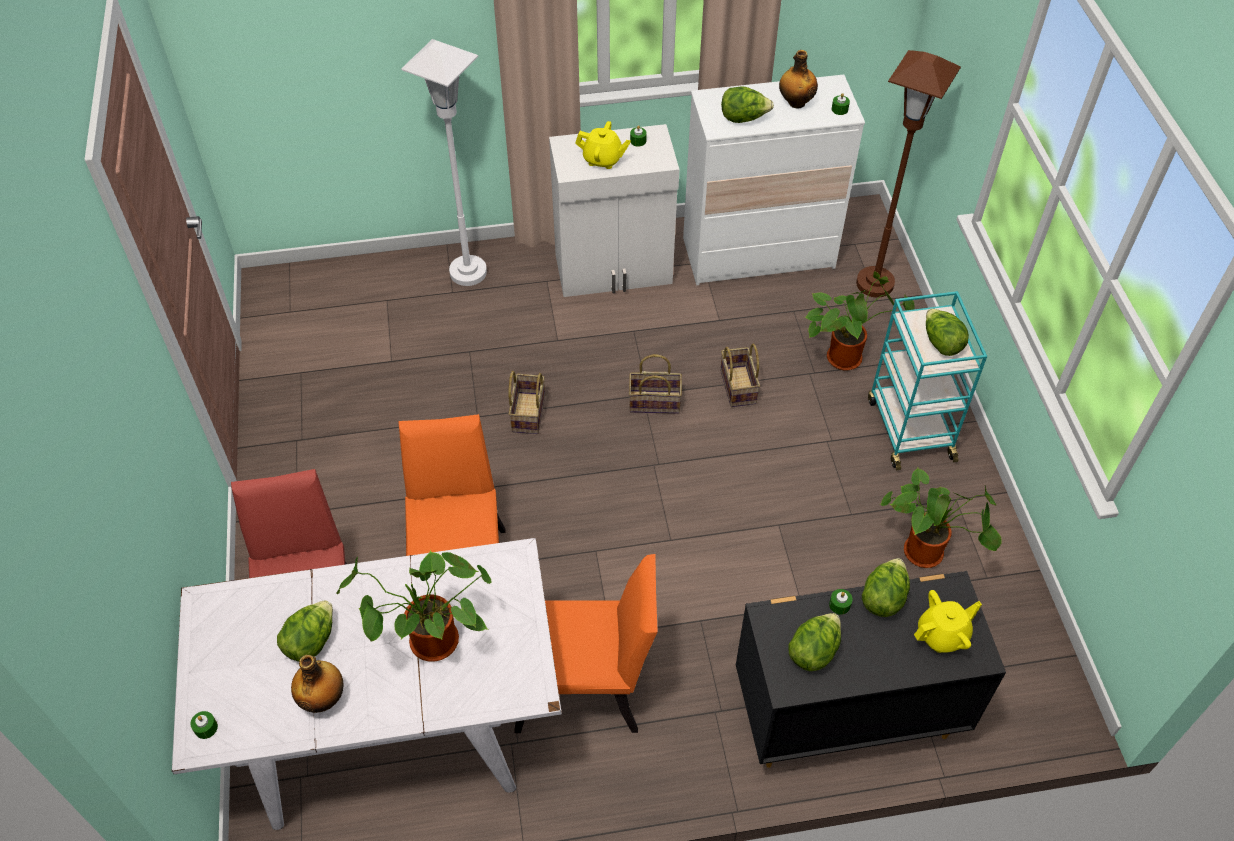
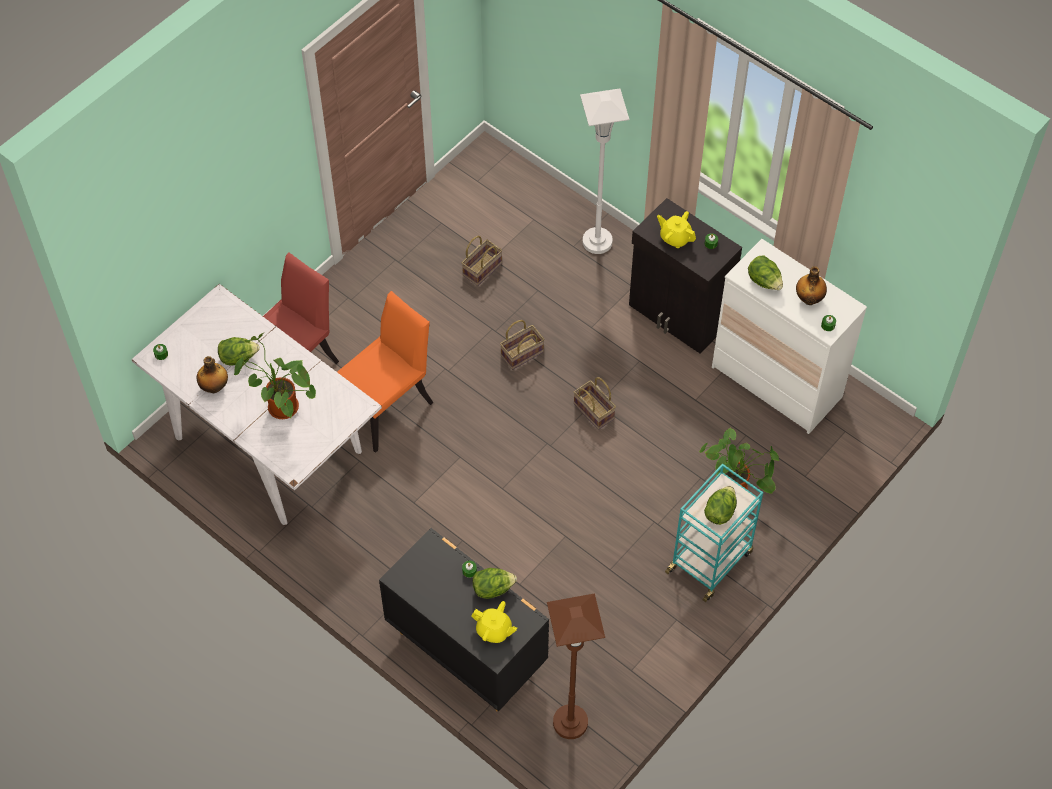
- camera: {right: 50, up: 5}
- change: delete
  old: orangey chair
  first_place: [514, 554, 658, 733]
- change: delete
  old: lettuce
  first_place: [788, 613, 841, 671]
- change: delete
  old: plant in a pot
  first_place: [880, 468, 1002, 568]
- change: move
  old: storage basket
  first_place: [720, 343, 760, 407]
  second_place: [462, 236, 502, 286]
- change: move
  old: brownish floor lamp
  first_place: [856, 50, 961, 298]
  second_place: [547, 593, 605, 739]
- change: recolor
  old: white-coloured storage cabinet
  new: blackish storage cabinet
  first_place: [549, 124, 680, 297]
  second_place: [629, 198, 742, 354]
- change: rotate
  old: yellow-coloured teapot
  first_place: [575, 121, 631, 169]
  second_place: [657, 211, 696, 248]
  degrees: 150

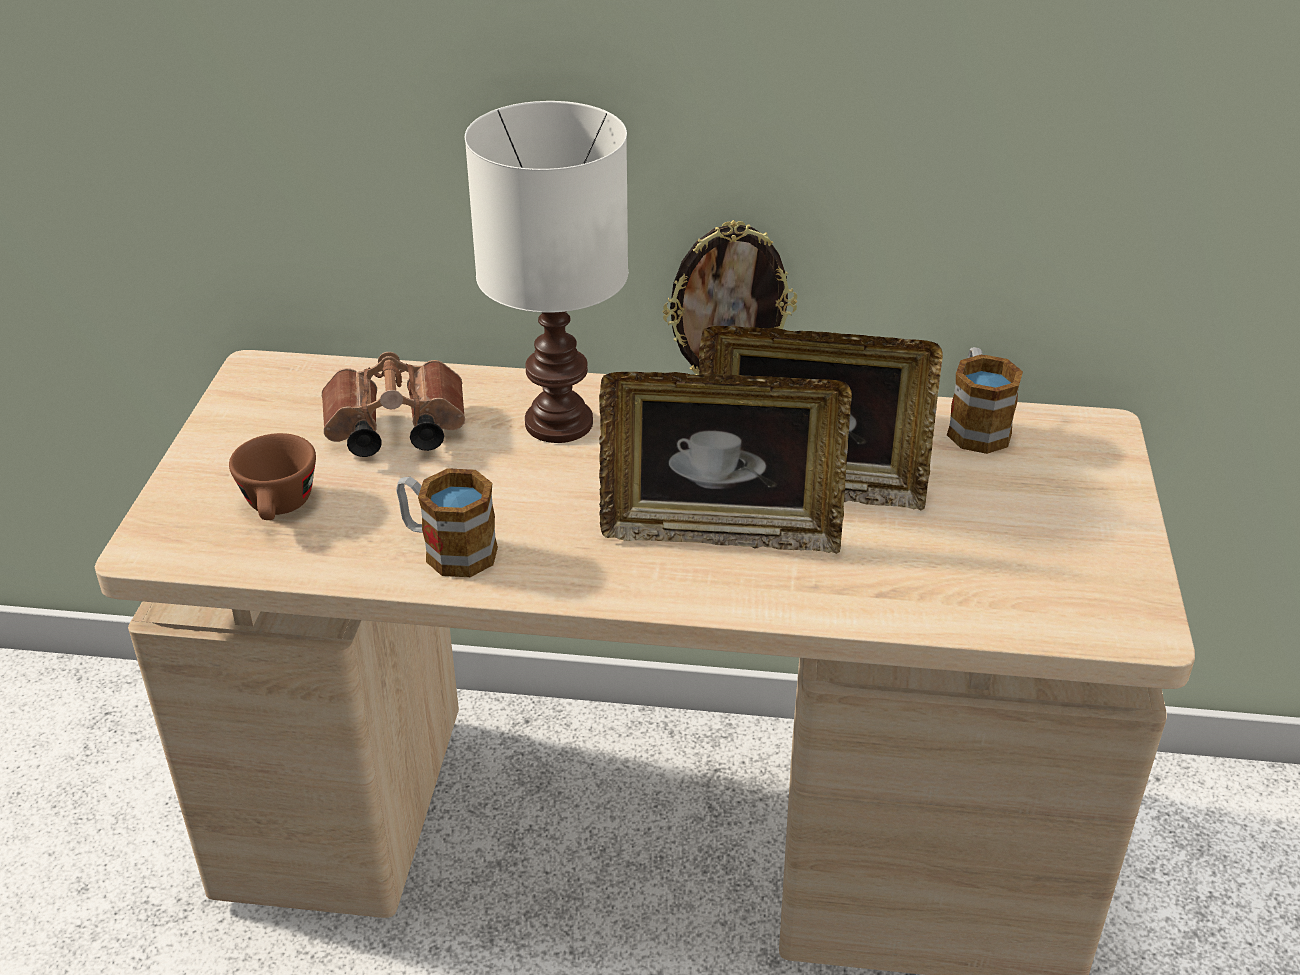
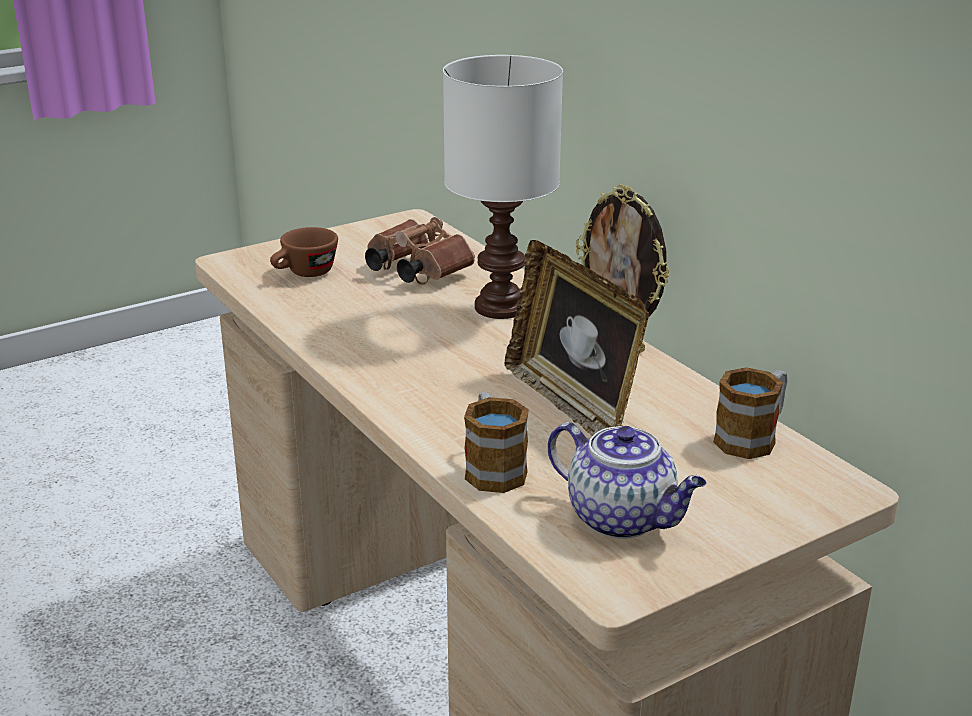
- camera: {right: 50, up: -10}
- change: delete
  old: picture frame
  first_place: [599, 372, 852, 554]
- change: insert
  new: teapot
  second_place: [548, 422, 706, 539]
- change: move
  old: coffee mug
  first_place: [396, 468, 498, 577]
  second_place: [464, 392, 529, 493]

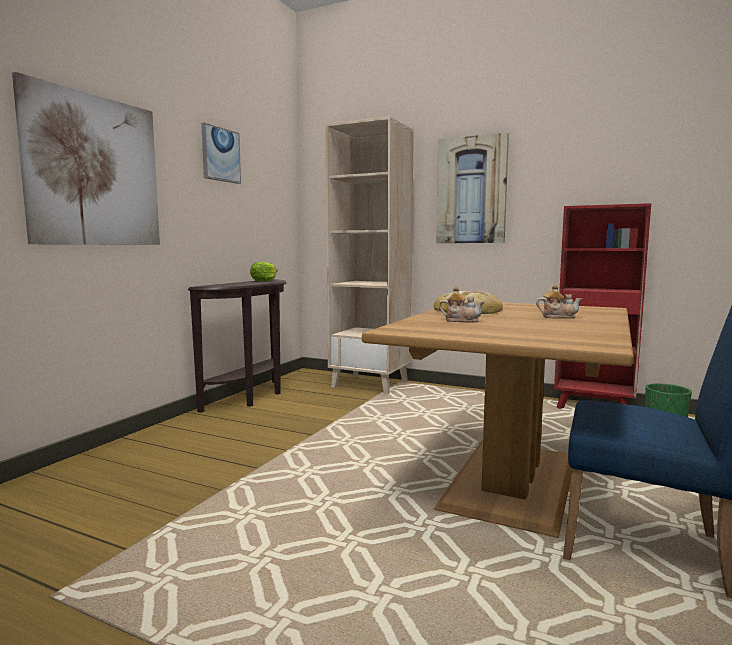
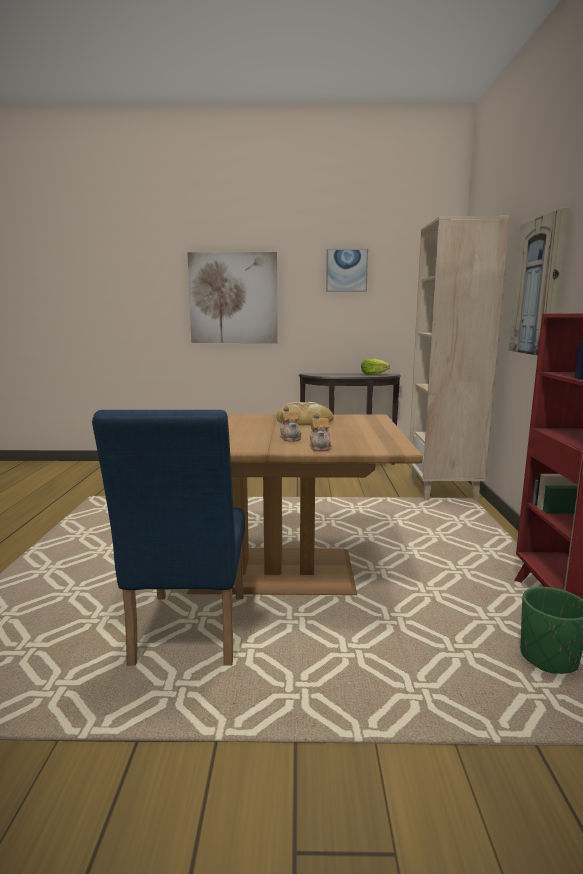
- camera: {right: 65, up: 5}
- change: move
  old: teapot
  first_place: [439, 286, 484, 323]
  second_place: [310, 413, 332, 451]

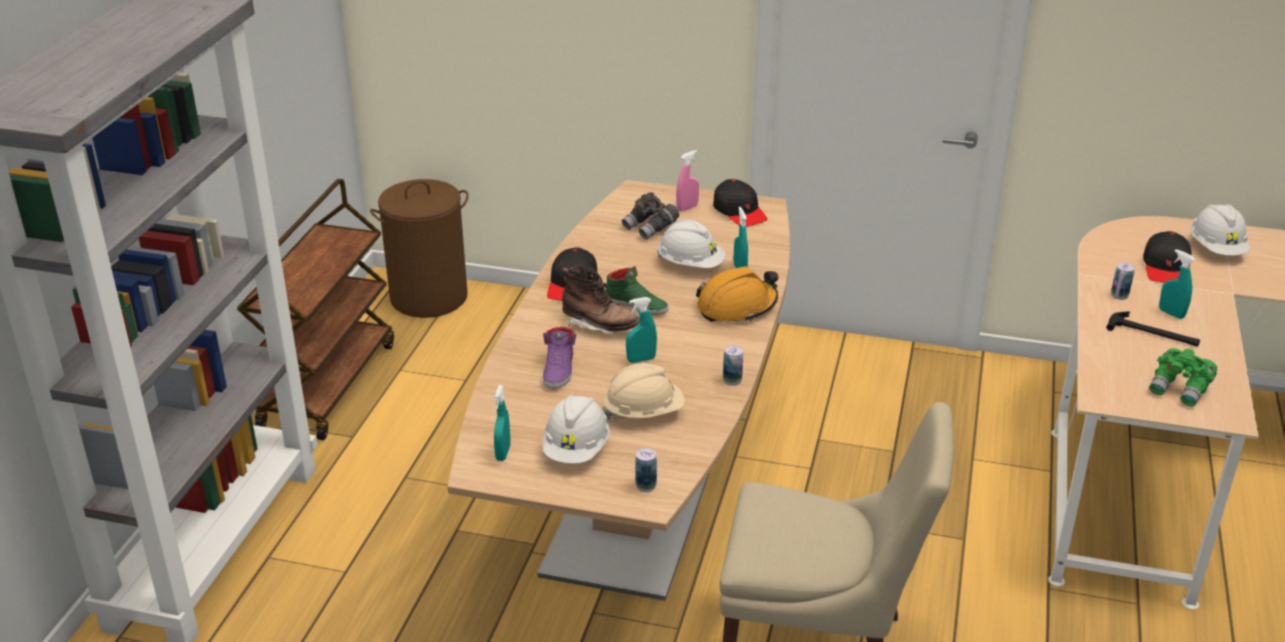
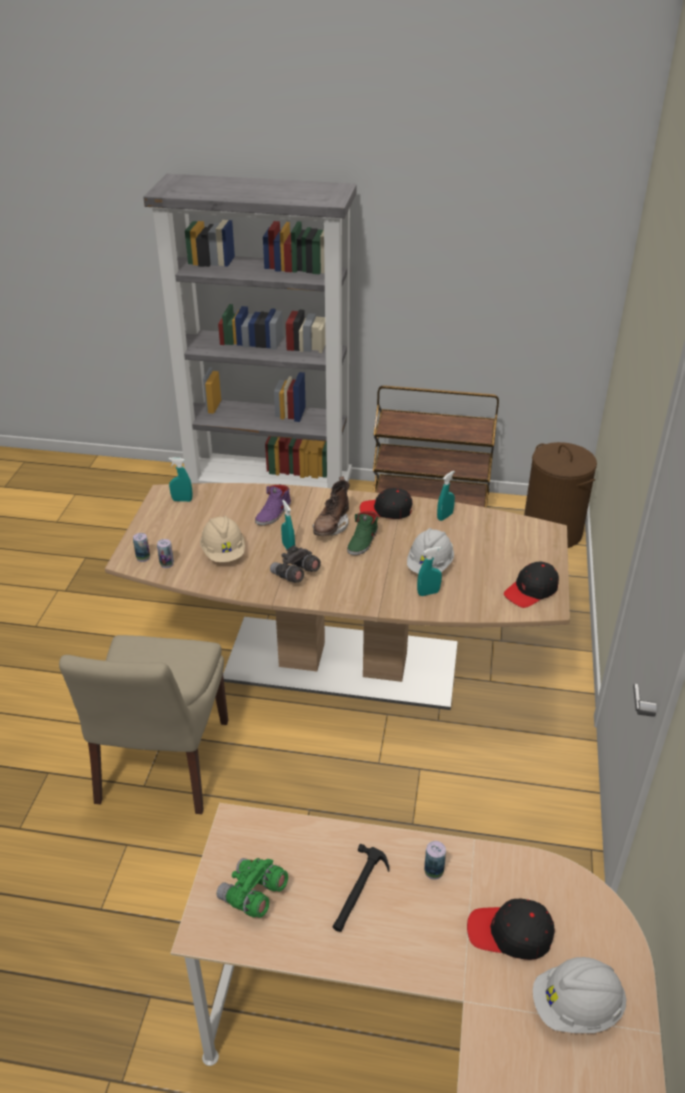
- camera: {right: 85, up: 5}
- change: delete
  old: white-coloured hard hat
  first_place: [543, 395, 610, 464]
- change: delete
  old: pink-coloured sprayer
  first_place: [676, 150, 699, 211]
- change: delete
  old: orangey hard hat
  first_place: [696, 266, 778, 322]
- change: move
  old: gray field glasses
  first_place: [622, 192, 679, 240]
  second_place: [270, 545, 321, 583]
- change: move
  old: sealed can
  first_place: [723, 345, 743, 386]
  second_place: [157, 539, 174, 568]
- change: move
  old: turquoise-coloured sprayer
  first_place: [1159, 249, 1195, 319]
  second_place: [437, 471, 455, 521]
- change: rotate
  old: purple low shoe
  first_place: [543, 327, 576, 389]
  second_place: [255, 485, 291, 526]
  degrees: -60

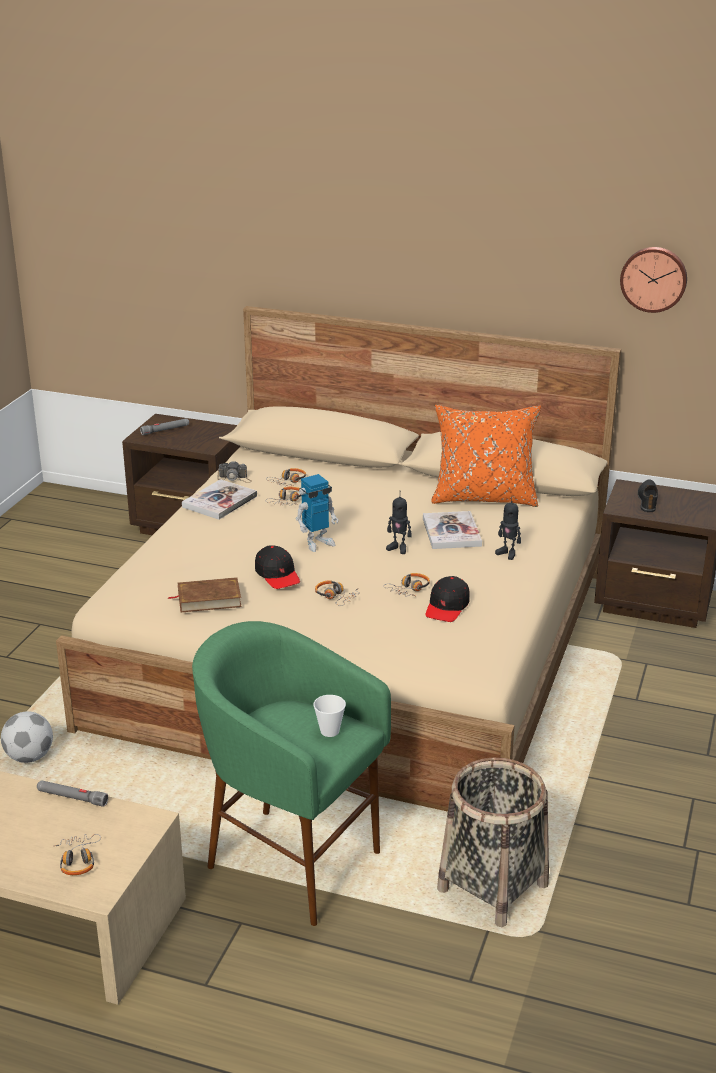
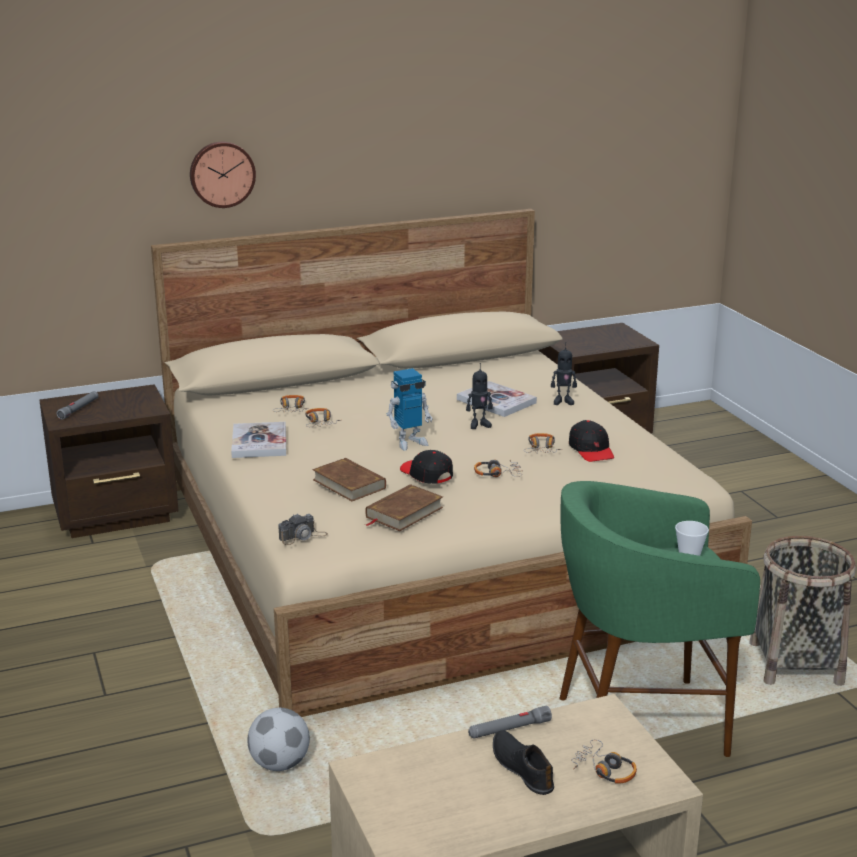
- camera: {right: -40, up: -5}
- change: delete
  old: orangey pillow
  first_place: [431, 405, 541, 507]
- change: insert
  new: brownish book
  second_place: [312, 458, 386, 501]
- change: move
  old: still camera
  first_place: [217, 461, 251, 483]
  second_place: [278, 514, 328, 545]
- change: move
  old: hanging clock
  first_place: [620, 247, 687, 313]
  second_place: [190, 142, 256, 208]
- change: move
  old: blackish low shoe
  first_place: [638, 479, 658, 512]
  second_place: [493, 730, 554, 795]
- change: rotate
  old: blackish cap
  first_place: [255, 545, 300, 589]
  second_place: [400, 450, 453, 484]
  degrees: -150
- change: rotate
  old: toy robot
  first_place: [296, 474, 339, 552]
  second_place: [387, 368, 433, 451]
  degrees: 45

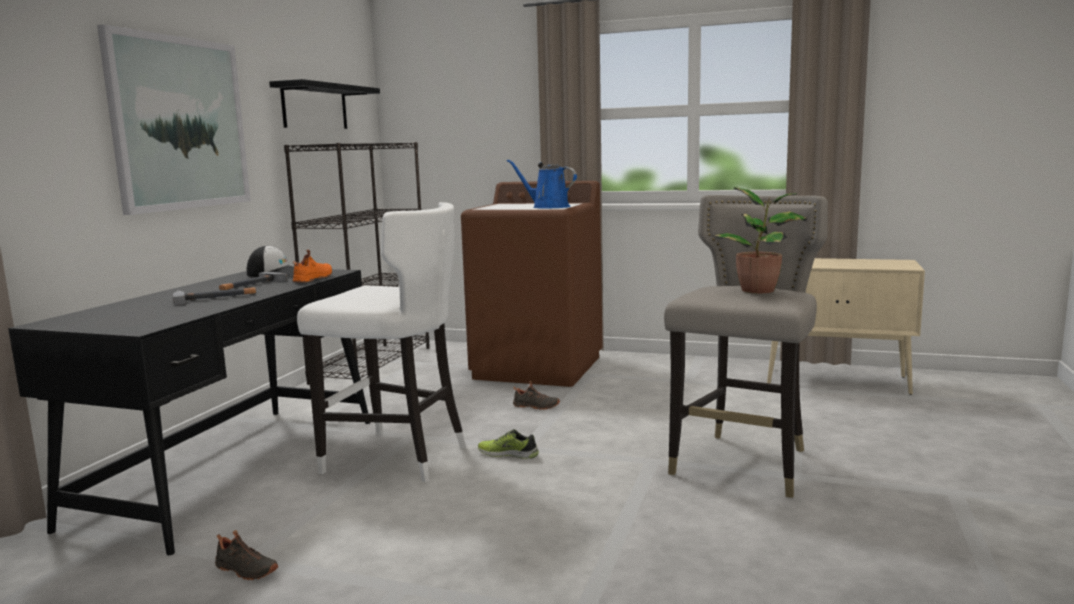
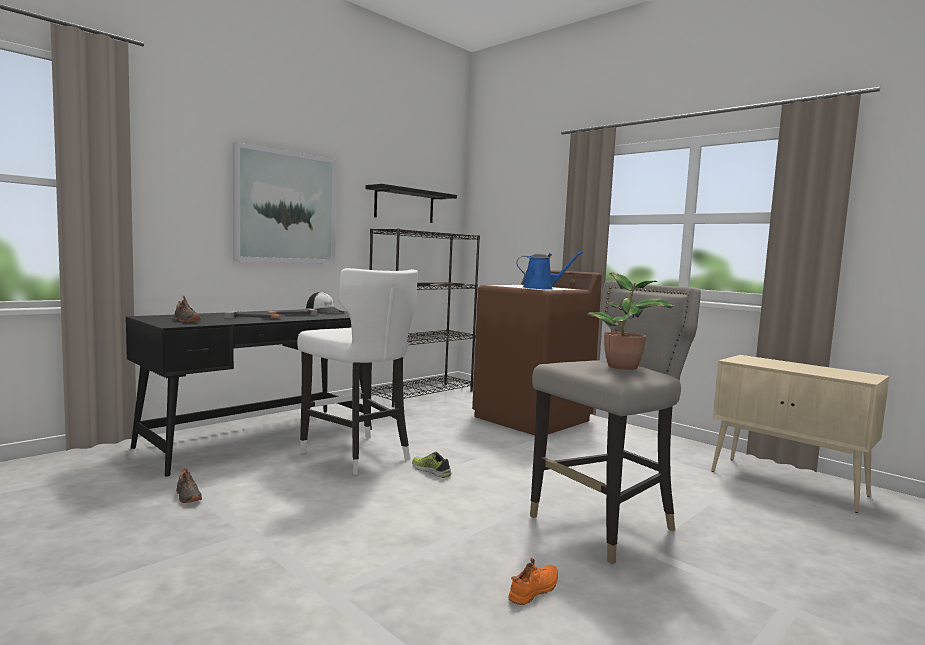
- camera: {right: 25, up: -5}
- change: move
  old: orangey low shoe
  first_place: [293, 249, 332, 282]
  second_place: [508, 558, 558, 605]
- change: move
  old: blackish low shoe
  first_place: [513, 381, 560, 410]
  second_place: [174, 295, 201, 322]
- change: rotate
  old: bluish watering pot
  first_place: [507, 159, 577, 209]
  second_place: [516, 251, 583, 290]
  degrees: 120

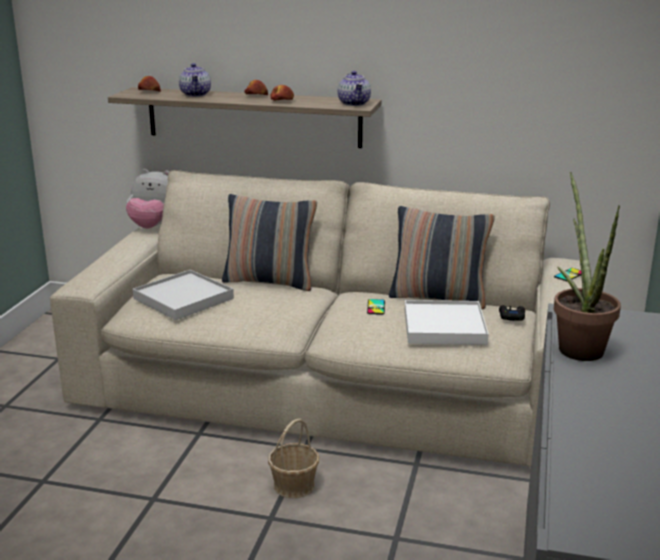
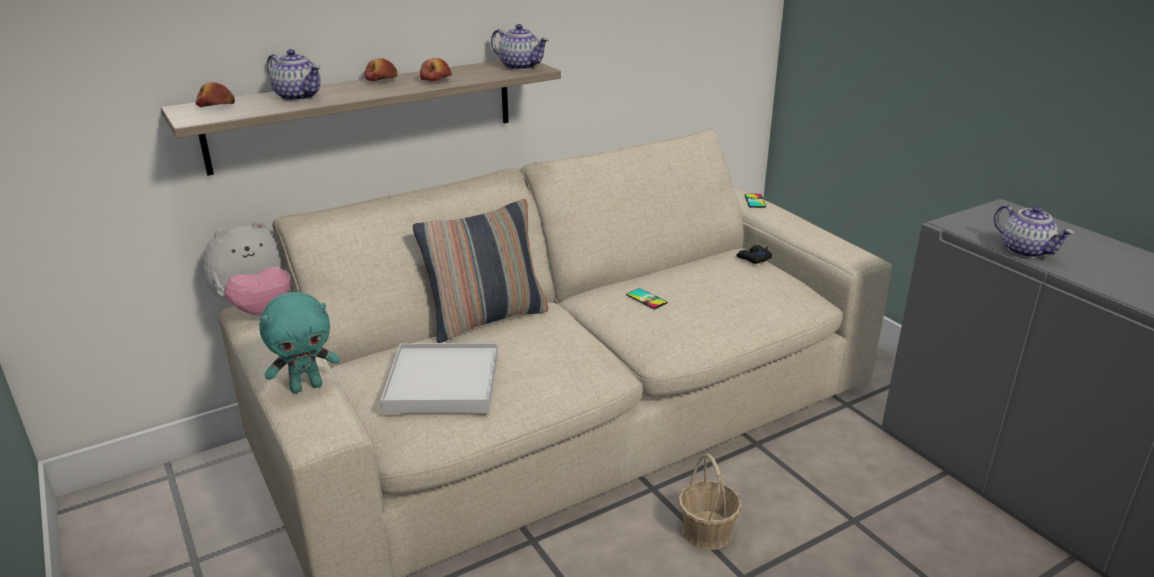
- camera: {right: -45, up: 5}
- change: delete
  old: pillow
  first_place: [389, 206, 495, 309]
- change: delete
  old: white-coloured carrying tray
  first_place: [405, 300, 489, 345]
- change: insert
  new: turquoise-coloured plush toy
  second_place: [259, 292, 340, 393]
- change: replace
  old: plant in a pot
  new: teapot
  first_place: [554, 172, 621, 361]
  second_place: [994, 205, 1074, 258]

